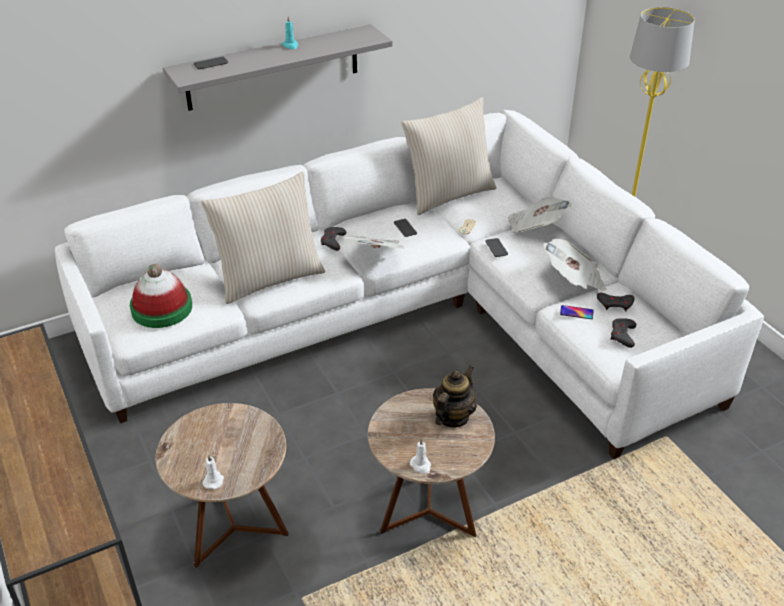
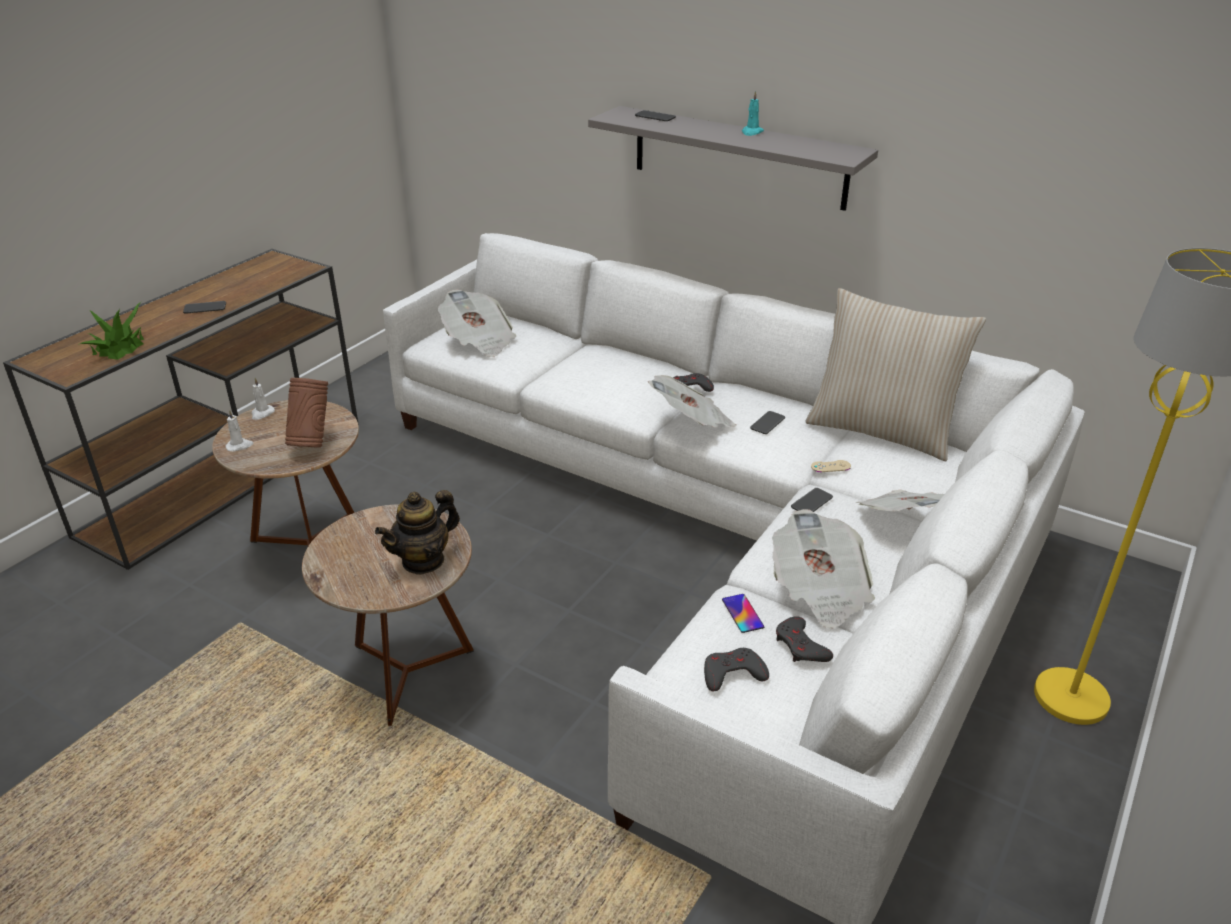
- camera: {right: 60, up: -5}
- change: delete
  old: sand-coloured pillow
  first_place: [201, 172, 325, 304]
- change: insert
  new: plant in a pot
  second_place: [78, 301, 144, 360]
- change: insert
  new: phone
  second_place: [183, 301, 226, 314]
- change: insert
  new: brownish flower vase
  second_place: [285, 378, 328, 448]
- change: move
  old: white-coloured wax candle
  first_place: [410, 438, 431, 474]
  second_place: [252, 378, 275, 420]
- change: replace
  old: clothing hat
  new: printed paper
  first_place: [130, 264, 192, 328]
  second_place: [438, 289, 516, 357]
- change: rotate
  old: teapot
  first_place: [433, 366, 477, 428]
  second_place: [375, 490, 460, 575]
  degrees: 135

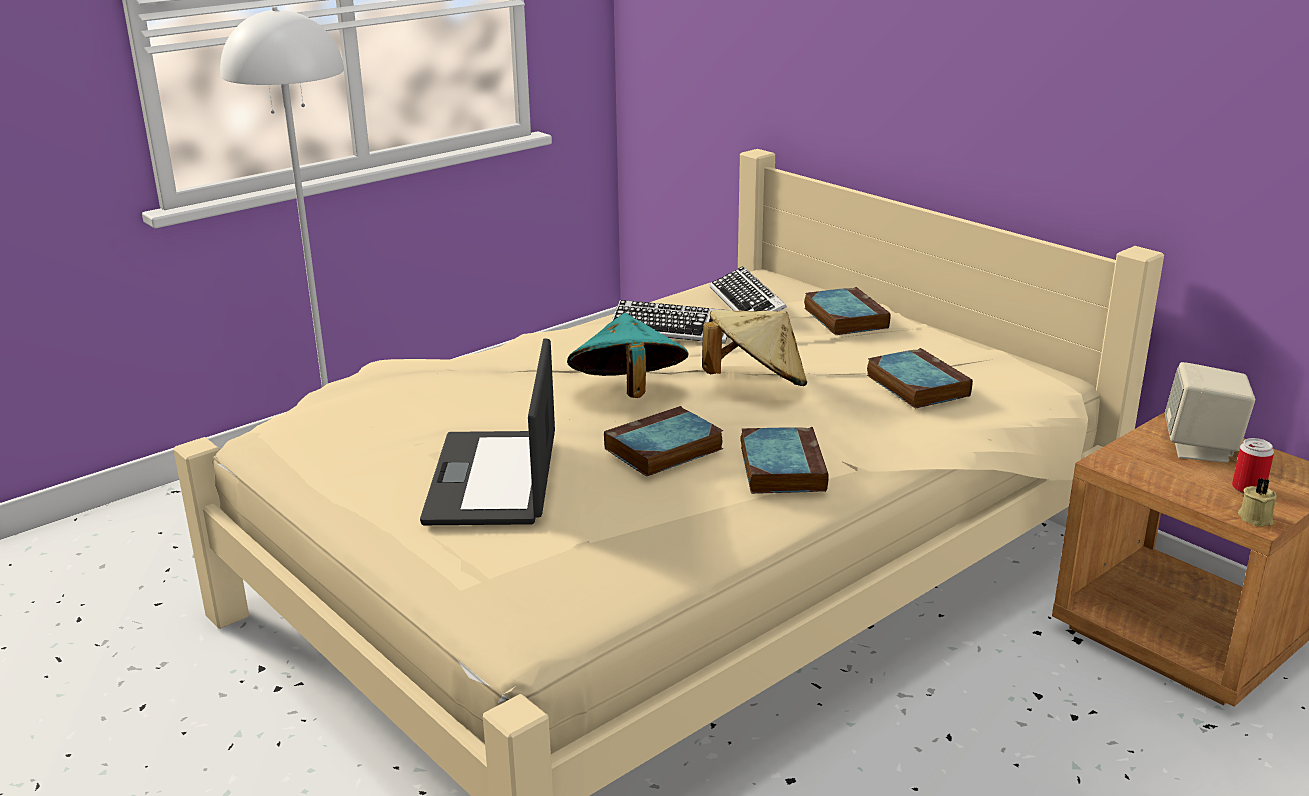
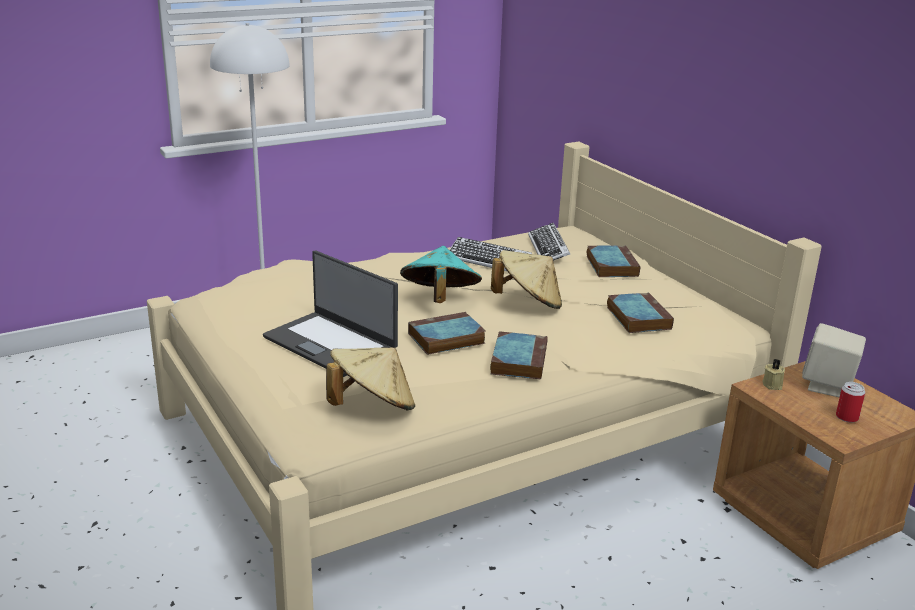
- camera: {right: 10, up: 0}
- change: insert
  new: sand-coloured clothing hat
  second_place: [326, 347, 415, 410]
- change: move
  old: sand-coloured wax candle
  first_place: [1238, 478, 1277, 527]
  second_place: [763, 359, 785, 390]
- change: rotate
  old: notebook computer
  first_place: [420, 338, 555, 525]
  second_place: [263, 251, 398, 377]
  degrees: -60

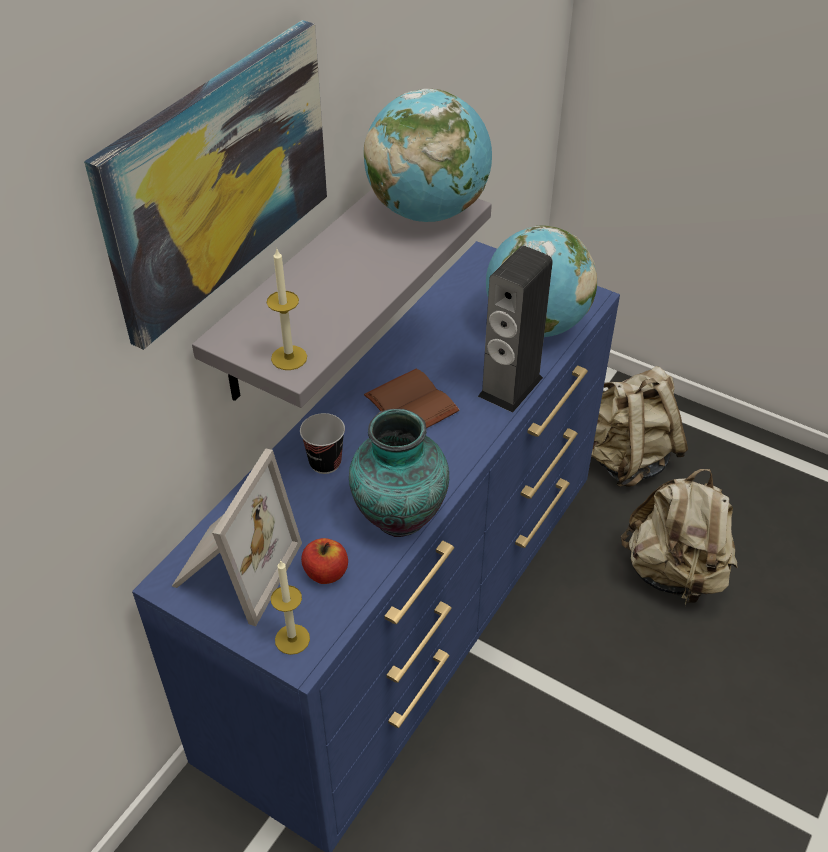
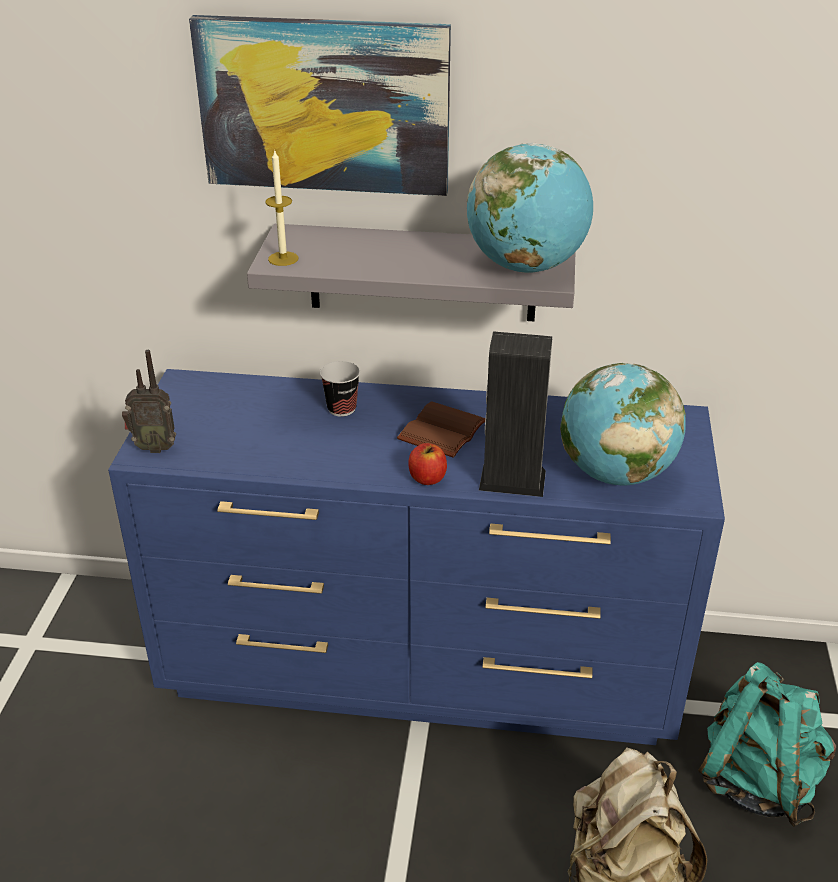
- camera: {right: 65, up: -10}
- change: delete
  old: picture frame
  first_place: [172, 448, 302, 626]
- change: delete
  old: flower vase
  first_place: [349, 409, 449, 537]
- change: move
  old: apple
  first_place: [301, 538, 348, 584]
  second_place: [408, 443, 447, 485]
- change: replace
  old: wax candle
  new: radio
  first_place: [271, 560, 310, 655]
  second_place: [122, 350, 176, 453]
- change: recolor
  old: sand-coloured knapsack
  new: turquoise-coloured knapsack
  first_place: [591, 366, 688, 487]
  second_place: [698, 662, 836, 827]

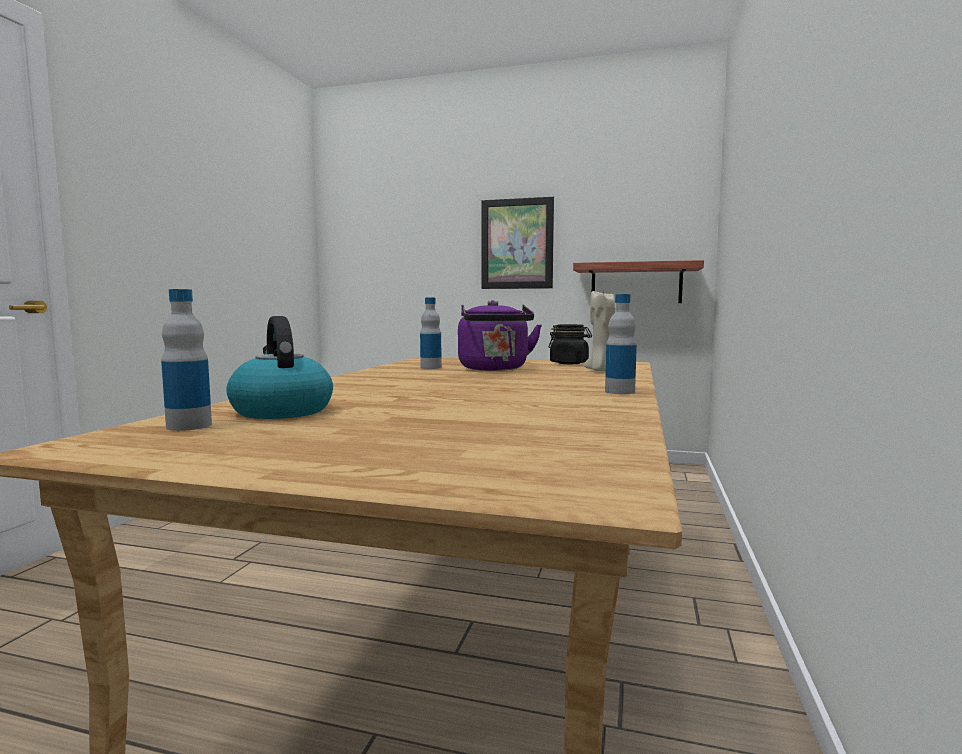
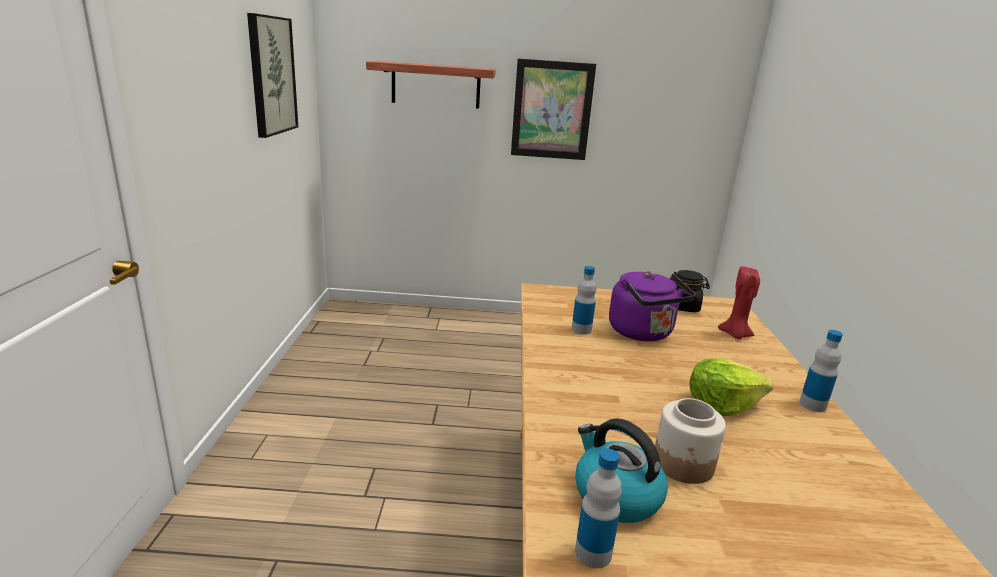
- camera: {right: -15, up: 15}
- change: insert
  new: picture
  second_place: [247, 13, 298, 138]
- change: insert
  new: storage jar
  second_place: [655, 398, 726, 484]
- change: insert
  new: lettuce
  second_place: [689, 359, 773, 417]
- change: move
  old: shelf
  first_place: [573, 260, 704, 303]
  second_place: [366, 61, 496, 109]
- change: recolor
  old: sand-coloured wax candle
  new: red-coloured wax candle
  first_place: [584, 290, 615, 371]
  second_place: [718, 266, 760, 339]

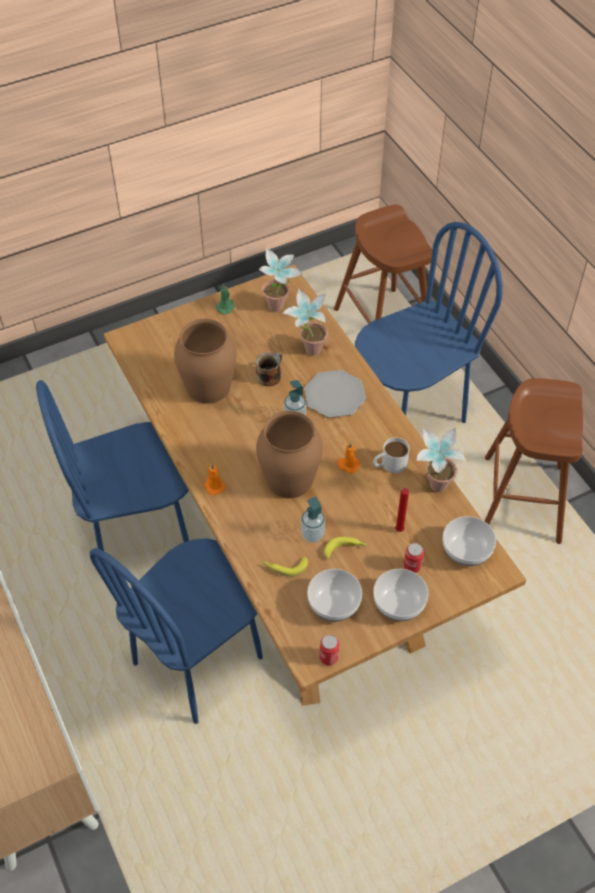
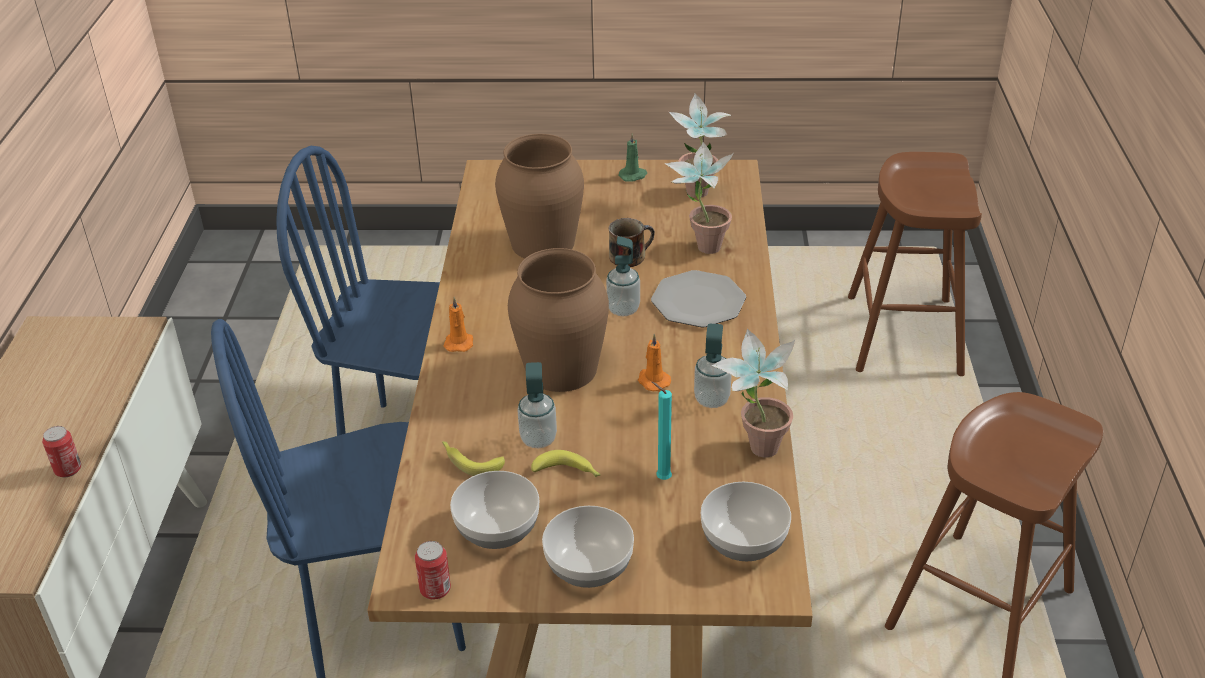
- camera: {right: 30, up: -15}
- change: delete
  old: bluish chair
  first_place: [355, 222, 503, 423]
- change: move
  old: sealed can
  first_place: [404, 543, 424, 573]
  second_place: [42, 426, 81, 478]
- change: replace
  old: white-coloured coffee mug
  new: soap bottle
  first_place: [373, 437, 409, 473]
  second_place: [694, 324, 732, 408]
- change: recolor
  old: red-coloured wax candle
  new: turquoise-coloured wax candle
  first_place: [395, 488, 409, 532]
  second_place: [652, 382, 672, 480]

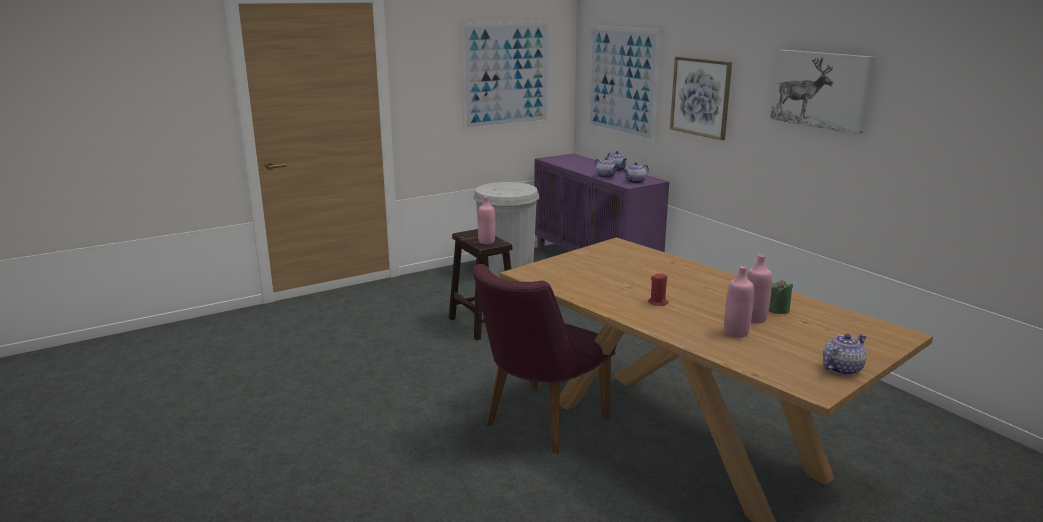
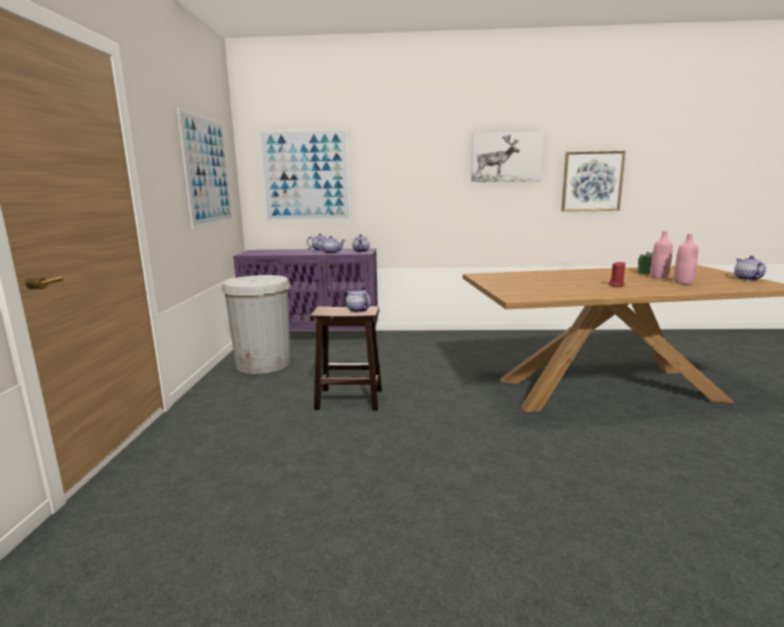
- camera: {right: -55, up: -5}
- change: delete
  old: purple chair
  first_place: [473, 264, 616, 453]
- change: move
  old: picture
  first_place: [670, 57, 732, 140]
  second_place: [561, 151, 626, 212]
- change: replace
  old: pink-coloured drink bottle
  new: teapot
  first_place: [478, 196, 495, 244]
  second_place: [346, 287, 371, 313]

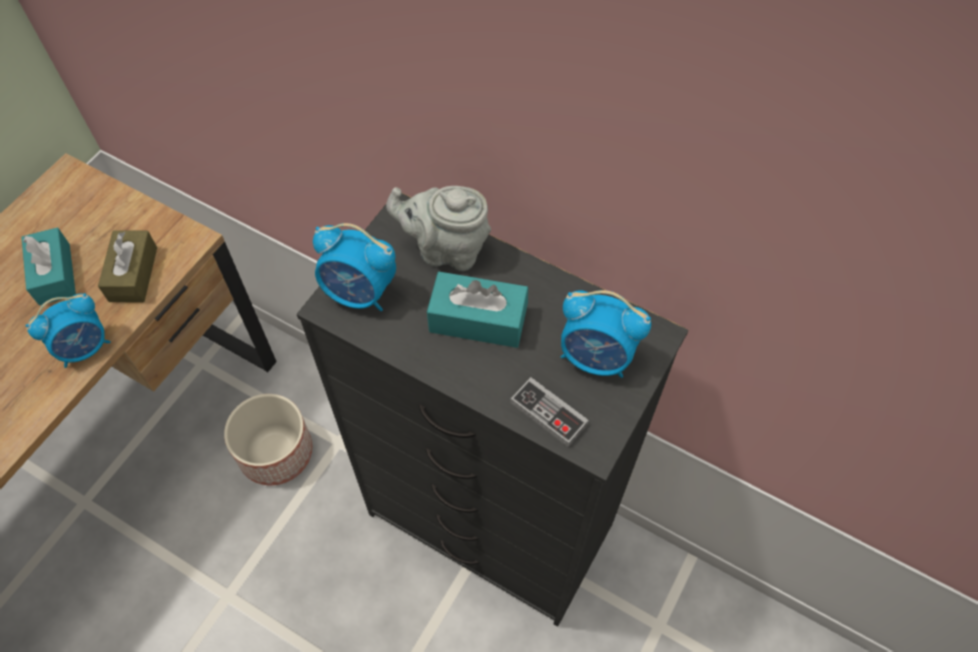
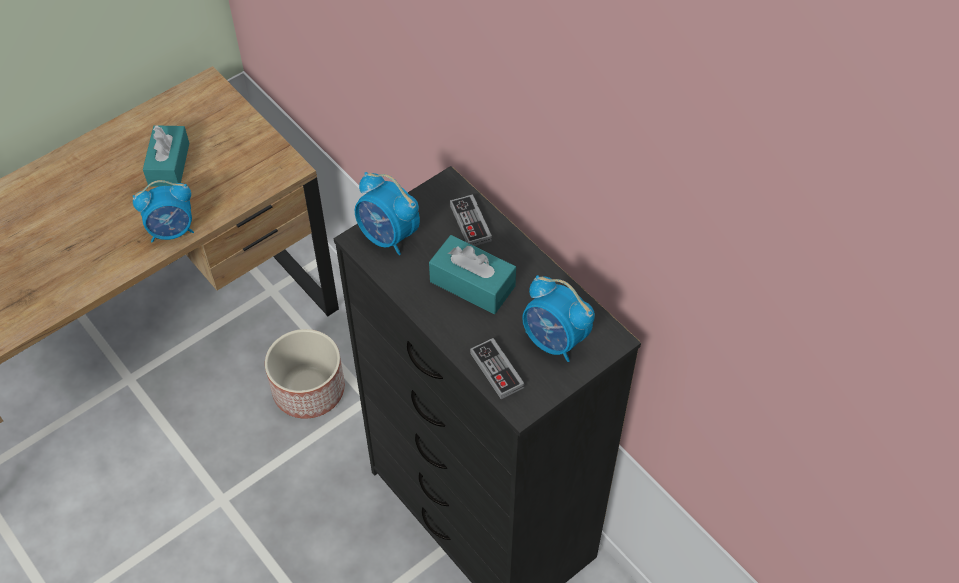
- camera: {right: 20, up: -5}
- change: delete
  old: brownish tissue box
  first_place: [98, 230, 157, 302]
- change: replace
  old: gray teapot
  new: gamepad
  first_place: [386, 186, 491, 271]
  second_place: [450, 194, 492, 246]

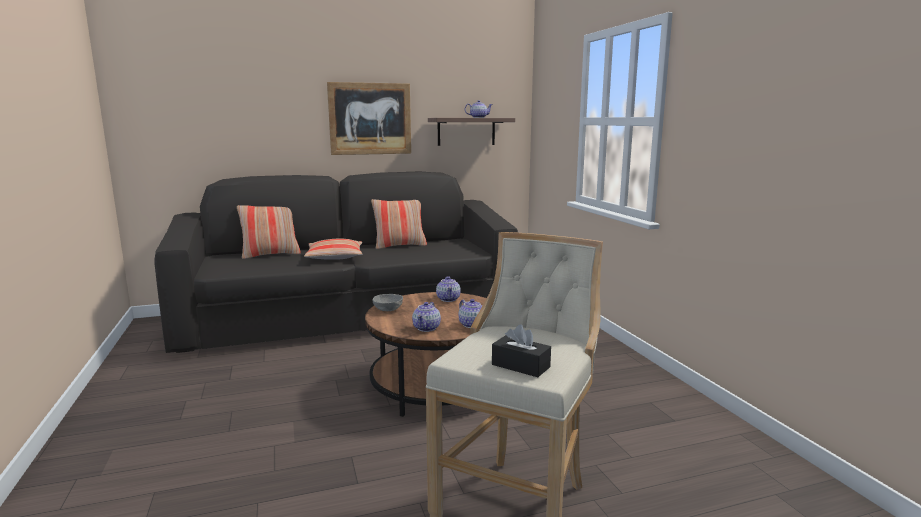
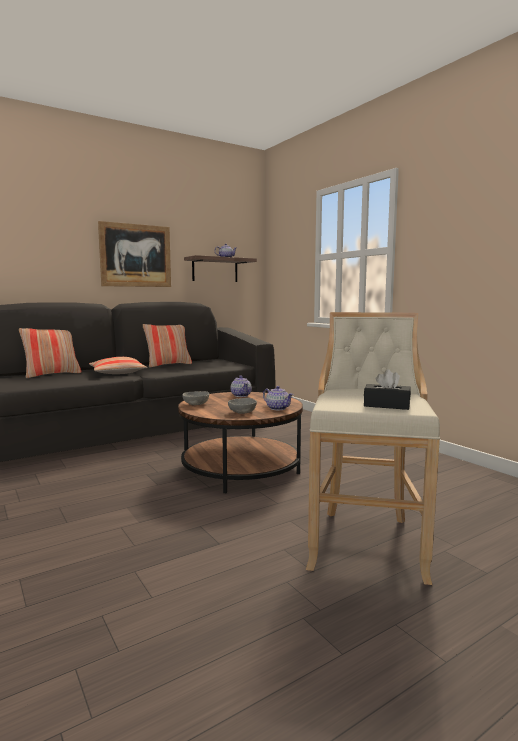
- camera: {right: -15, up: -5}
- change: replace
  old: teapot
  new: gray serving bowl
  first_place: [412, 302, 441, 332]
  second_place: [228, 398, 257, 414]

